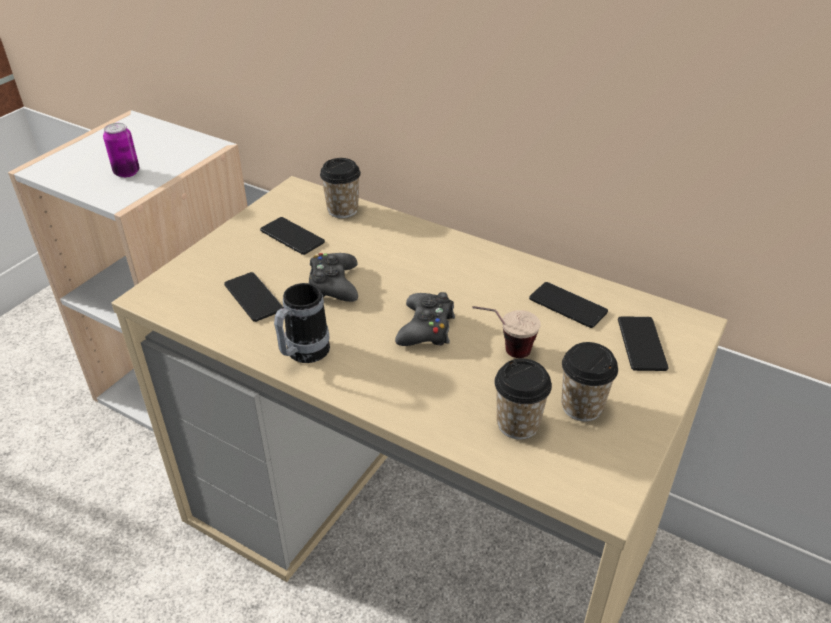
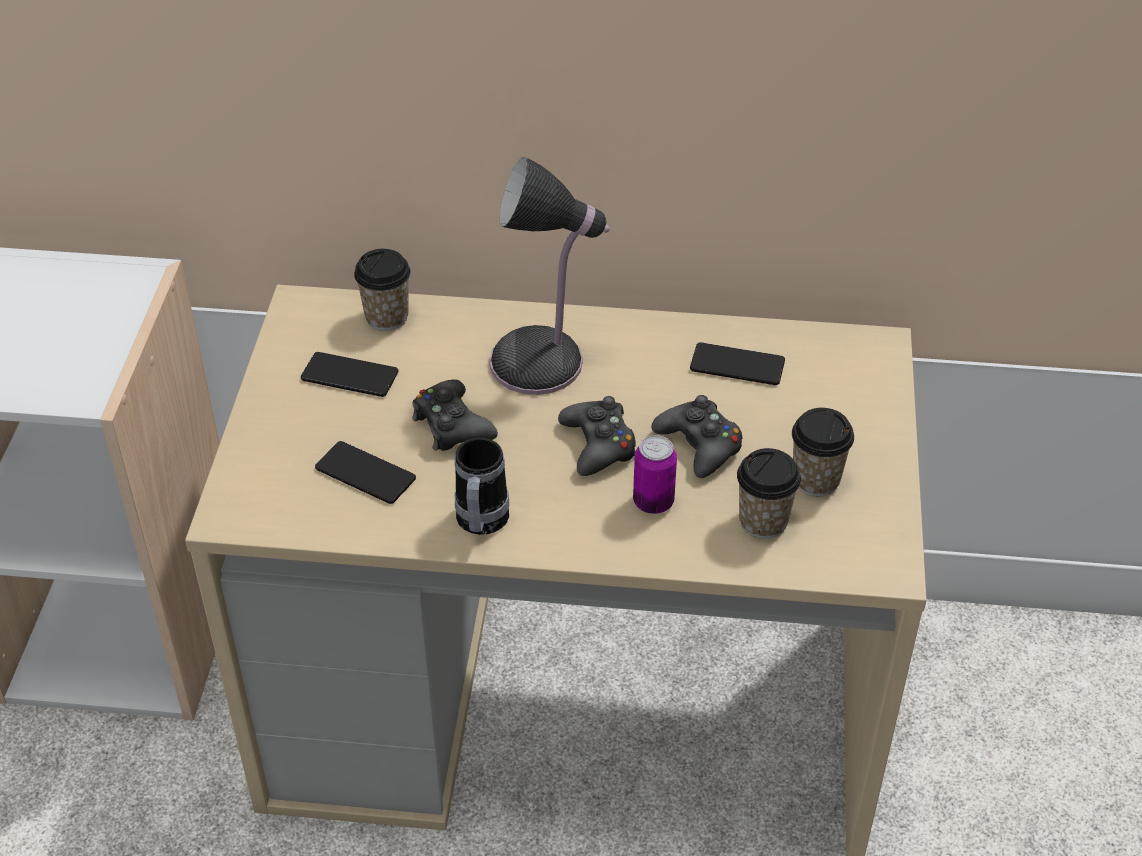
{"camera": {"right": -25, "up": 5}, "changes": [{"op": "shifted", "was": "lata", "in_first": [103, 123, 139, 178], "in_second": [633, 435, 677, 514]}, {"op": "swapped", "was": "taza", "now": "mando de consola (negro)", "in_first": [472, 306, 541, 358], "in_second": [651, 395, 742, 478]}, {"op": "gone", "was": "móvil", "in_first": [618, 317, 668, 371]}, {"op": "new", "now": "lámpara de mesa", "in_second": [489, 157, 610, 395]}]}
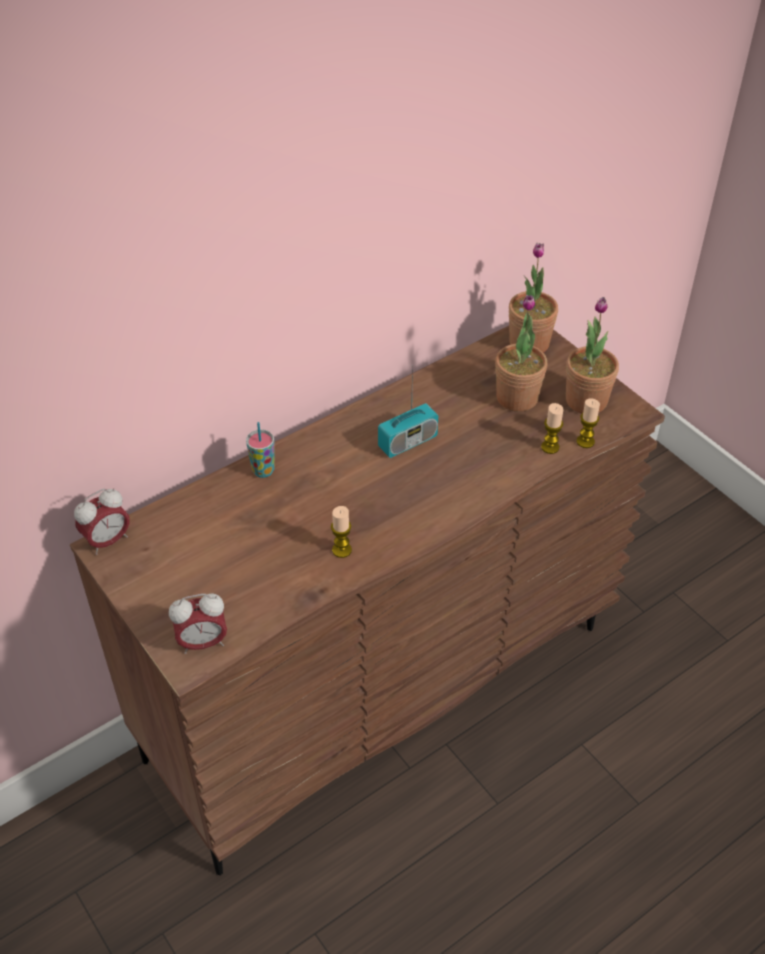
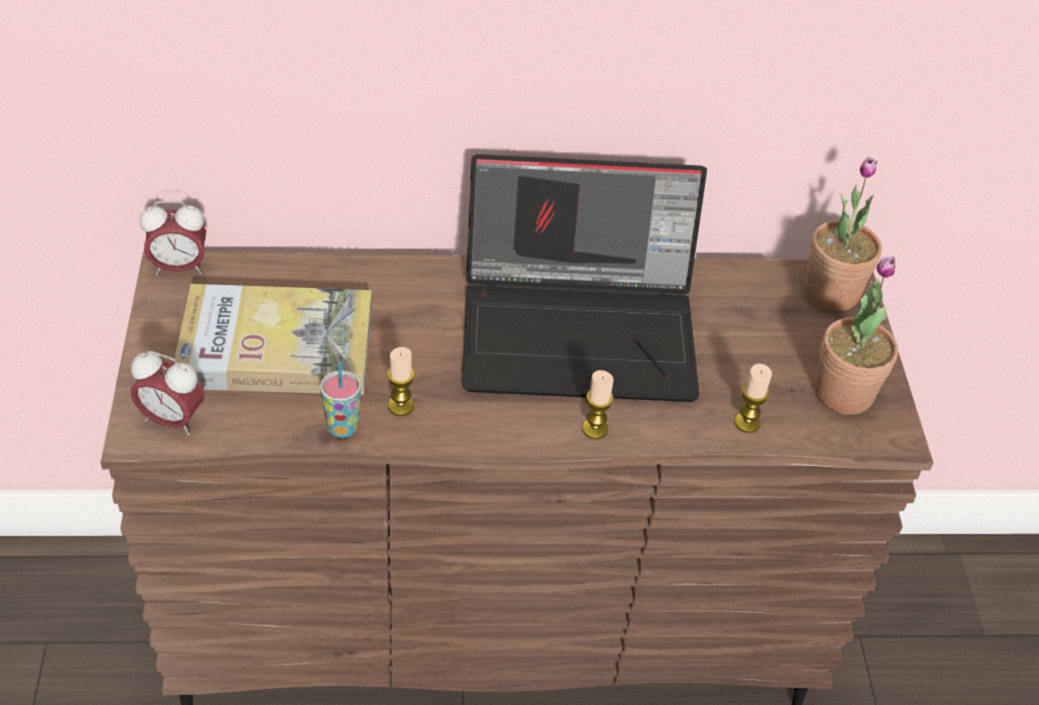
{"camera": {"right": 30, "up": 0}, "changes": [{"op": "gone", "was": "planta en maceta", "in_first": [495, 295, 547, 412]}, {"op": "swapped", "was": "radio", "now": "portátil", "in_first": [378, 366, 438, 458], "in_second": [462, 154, 707, 402]}, {"op": "shifted", "was": "vela", "in_first": [577, 398, 600, 448], "in_second": [582, 370, 614, 439]}, {"op": "shifted", "was": "taza", "in_first": [246, 422, 275, 478], "in_second": [320, 362, 361, 438]}, {"op": "new", "now": "libro", "in_second": [174, 284, 372, 395]}]}
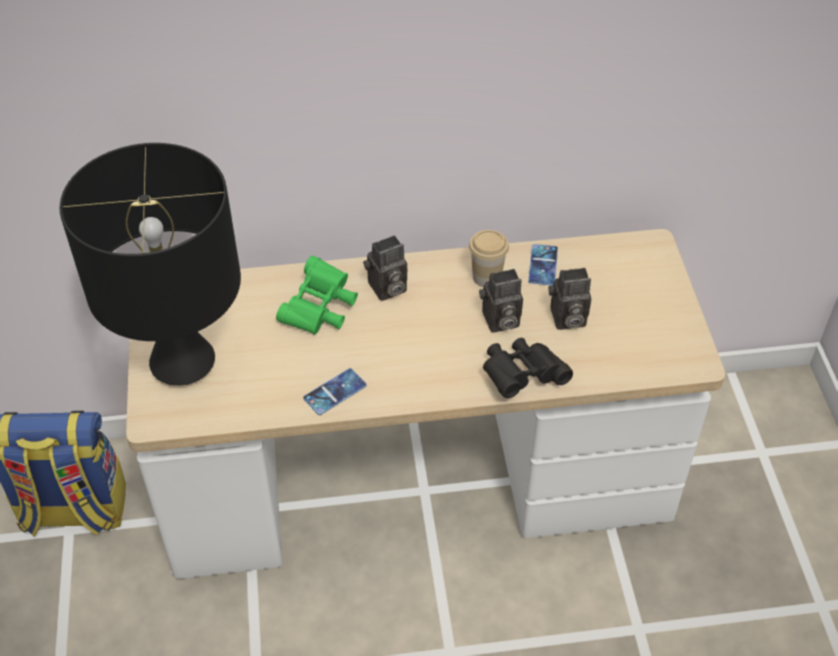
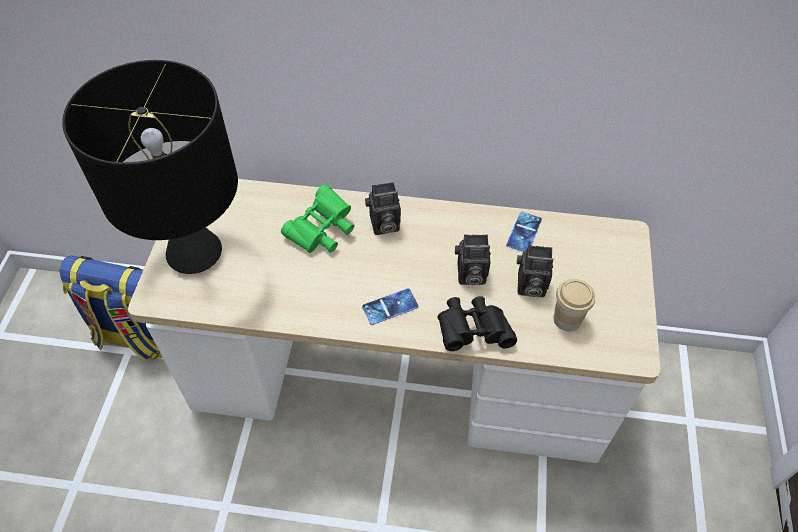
{"camera": {"right": 15, "up": 5}, "changes": [{"op": "shifted", "was": "taza", "in_first": [469, 230, 509, 287], "in_second": [554, 279, 595, 332]}, {"op": "shifted", "was": "móvil", "in_first": [303, 368, 367, 415], "in_second": [362, 288, 419, 325]}]}
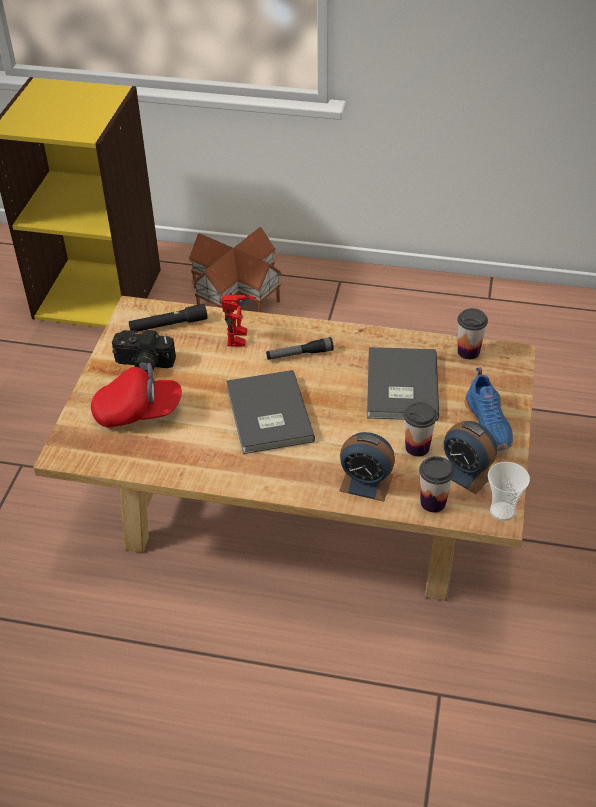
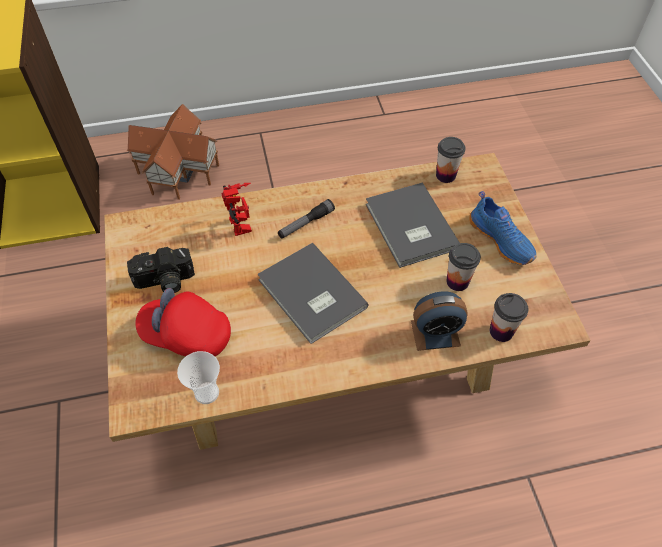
{"camera": {"right": -25, "up": 10}, "changes": [{"op": "gone", "was": "linterna (negro)", "in_first": [129, 304, 208, 331]}, {"op": "rotated", "was": "gorra (rojo)", "in_first": [91, 363, 182, 428], "in_second": [135, 288, 231, 356], "clockwise": -135}, {"op": "gone", "was": "despertador", "in_first": [444, 421, 497, 494]}, {"op": "shifted", "was": "taza", "in_first": [488, 462, 530, 521], "in_second": [177, 351, 220, 404]}]}
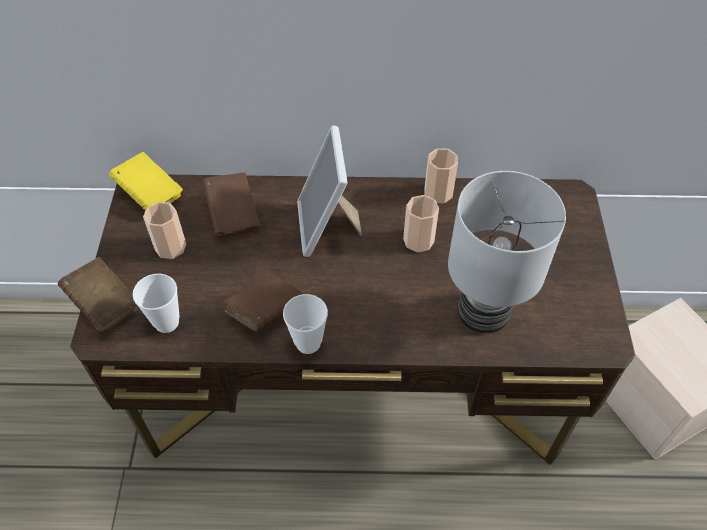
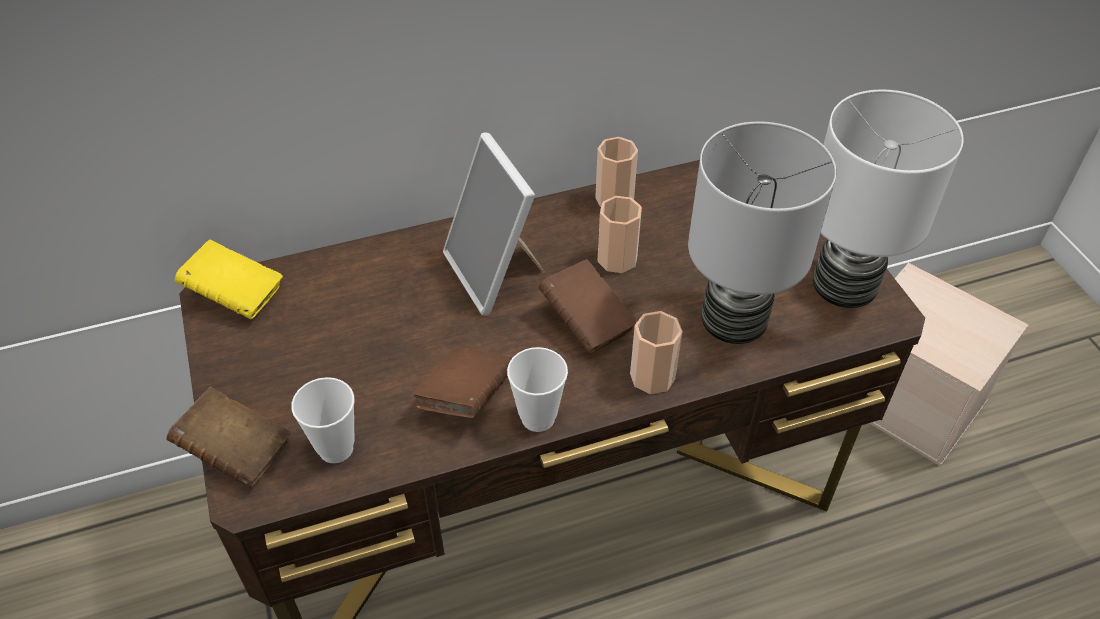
{"camera": {"right": -20, "up": -5}, "changes": [{"op": "shifted", "was": "libro (marrón)", "in_first": [202, 172, 260, 236], "in_second": [538, 259, 637, 354]}, {"op": "shifted", "was": "taza", "in_first": [143, 202, 186, 259], "in_second": [630, 311, 682, 394]}, {"op": "new", "now": "lámpara de mesa (blanco)", "in_second": [813, 90, 964, 308]}]}
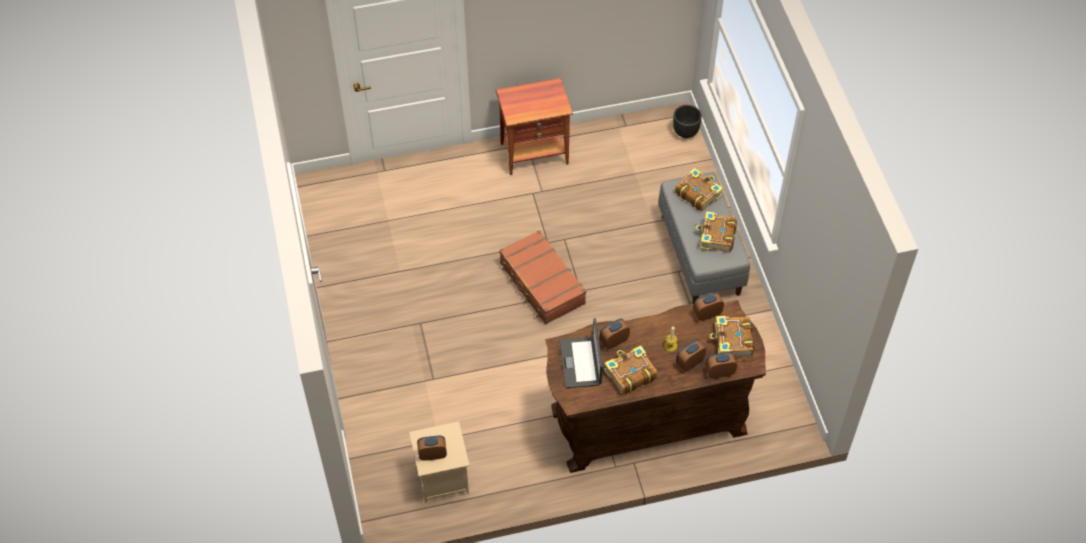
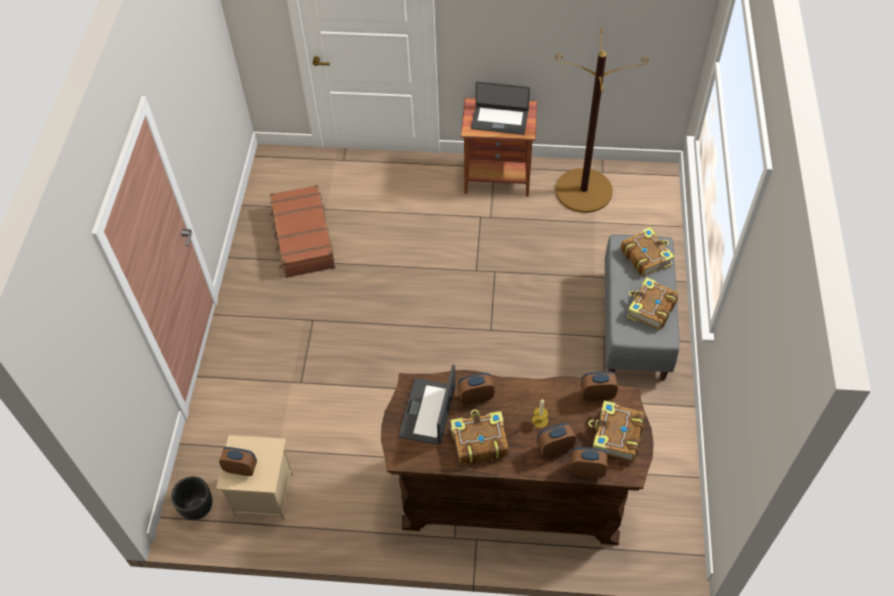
{"camera": {"right": 20, "up": 0}, "changes": [{"op": "shifted", "was": "maceta (negro)", "in_first": [673, 105, 702, 138], "in_second": [171, 477, 213, 520]}, {"op": "shifted", "was": "maleta (marrón)", "in_first": [499, 230, 586, 324], "in_second": [270, 185, 335, 278]}, {"op": "new", "now": "perchero (marrón)", "in_second": [555, 27, 649, 213]}, {"op": "new", "now": "portátil", "in_second": [471, 81, 530, 135]}]}
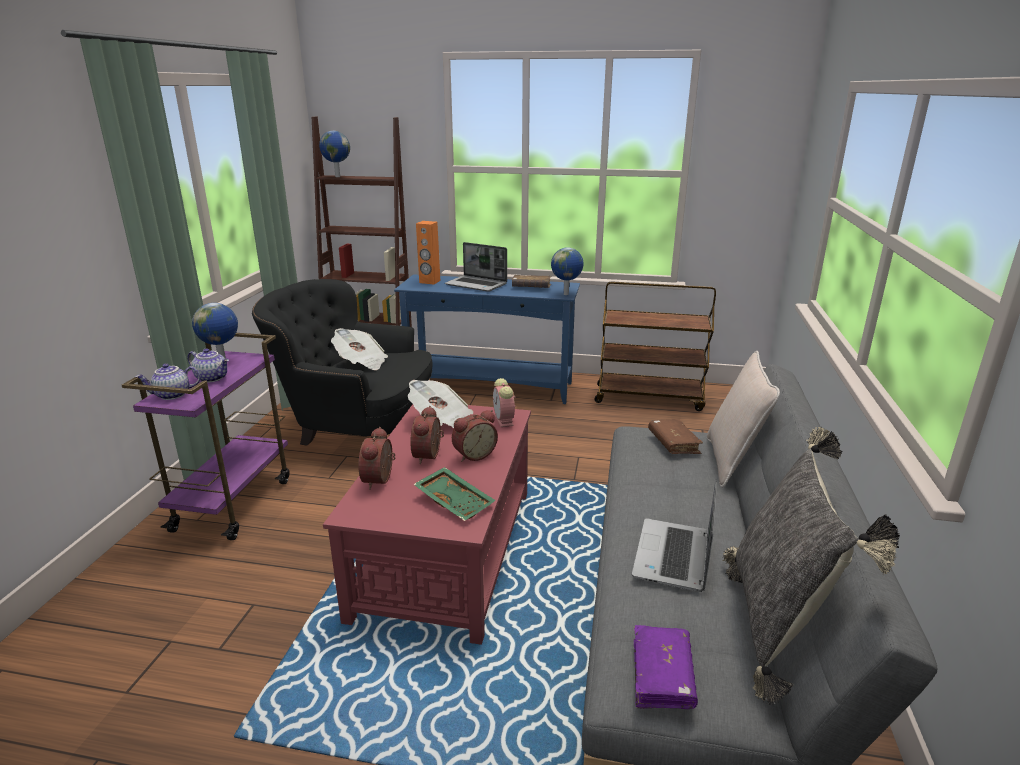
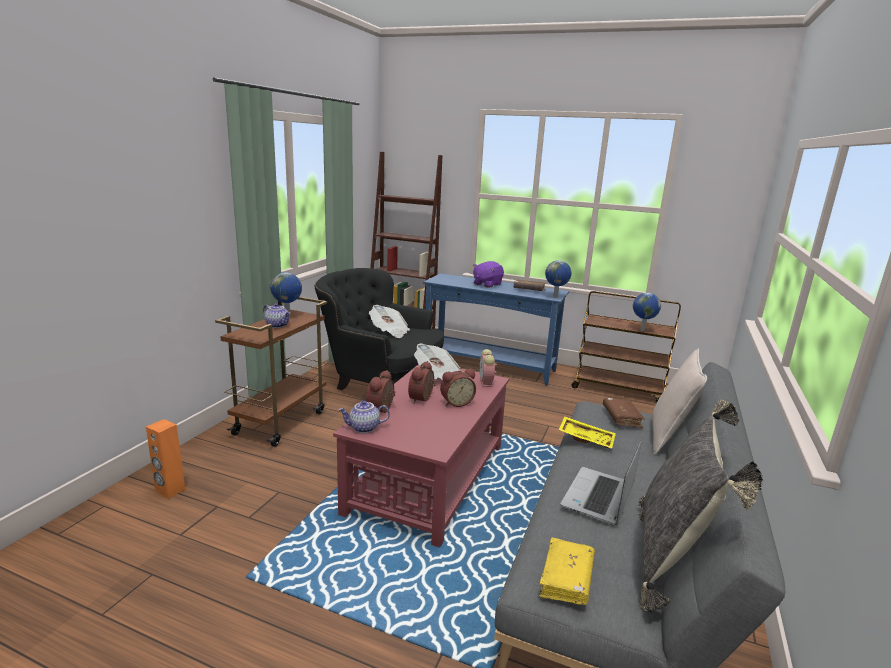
{"camera": {"right": 10, "up": -5}, "changes": [{"op": "shifted", "was": "globo terráqueo", "in_first": [319, 131, 350, 177], "in_second": [633, 293, 661, 331]}, {"op": "shifted", "was": "altavoz (naranja)", "in_first": [416, 221, 440, 284], "in_second": [146, 419, 185, 499]}, {"op": "swapped", "was": "portátil", "now": "peluche (morado)", "in_first": [445, 242, 507, 292], "in_second": [473, 261, 504, 288]}, {"op": "repainted", "was": "carrito (morado)", "now": "carrito (marrón)", "in_first": [122, 333, 290, 540], "in_second": [215, 297, 327, 447]}, {"op": "shifted", "was": "tetera", "in_first": [135, 364, 201, 400], "in_second": [338, 401, 390, 433]}, {"op": "gone", "was": "bandeja (verde)", "in_first": [413, 467, 496, 521]}, {"op": "repainted", "was": "libro (morado)", "now": "libro (amarillo)", "in_first": [634, 625, 698, 709], "in_second": [539, 538, 595, 605]}, {"op": "new", "now": "bandeja (amarillo)", "in_second": [559, 416, 616, 449]}]}
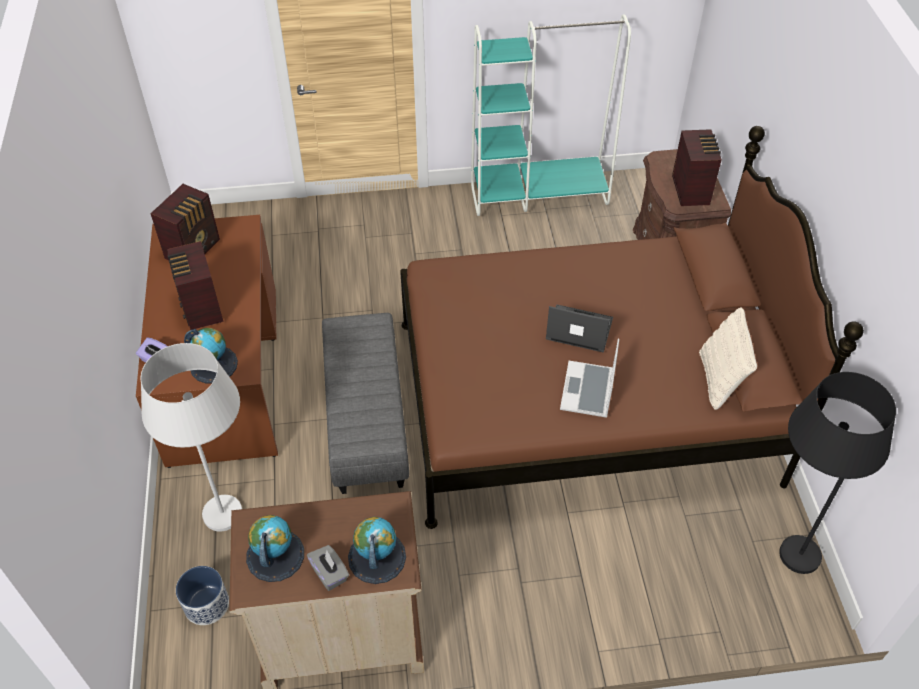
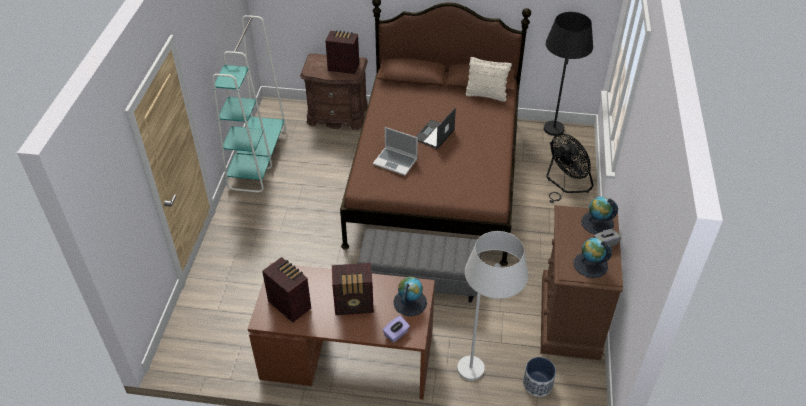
{"camera": {"right": -75, "up": -5}, "changes": [{"op": "shifted", "was": "portátil", "in_first": [560, 339, 619, 418], "in_second": [373, 127, 418, 176]}, {"op": "new", "now": "ventilador (negro)", "in_second": [546, 134, 594, 203]}]}
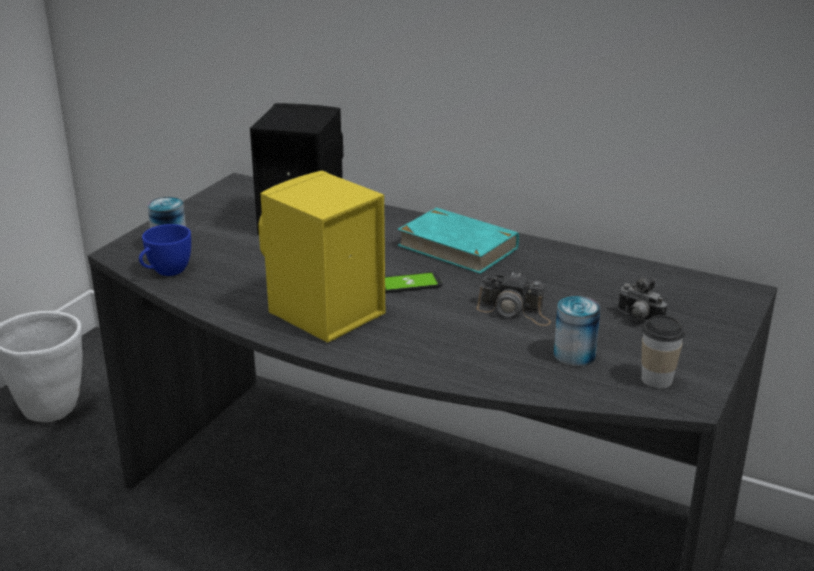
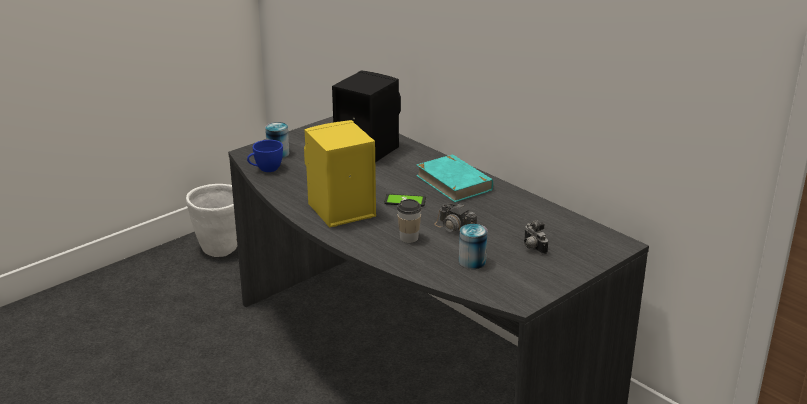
{"camera": {"right": 20, "up": 0}, "changes": [{"op": "shifted", "was": "taza", "in_first": [642, 315, 685, 388], "in_second": [397, 199, 422, 243]}]}
